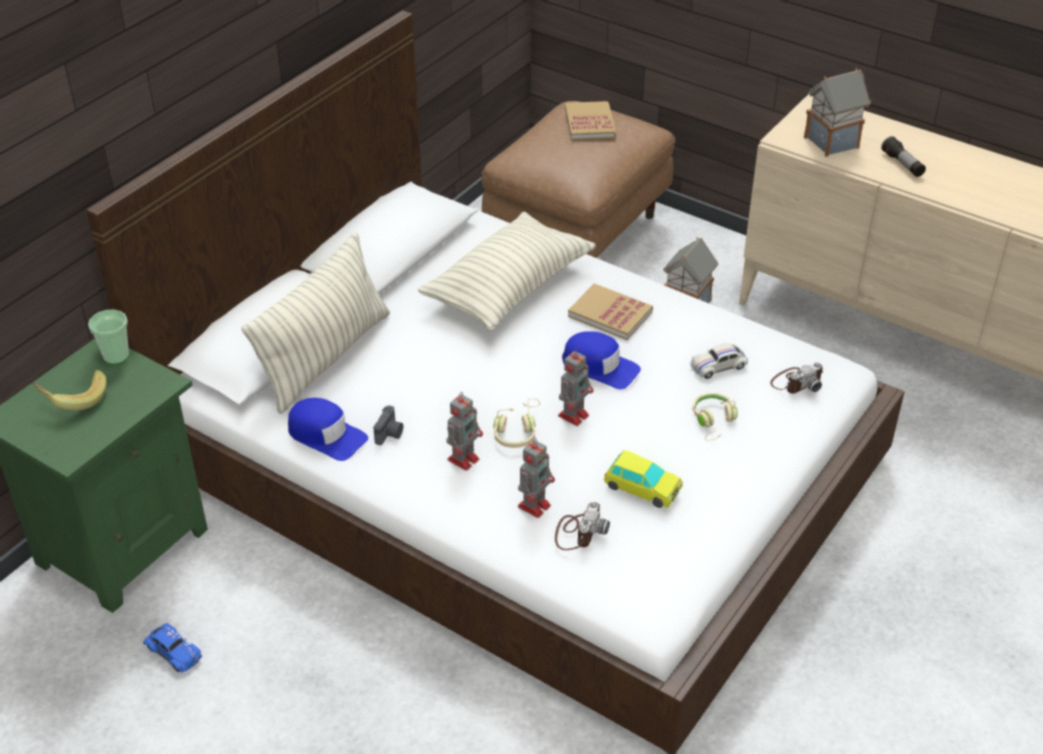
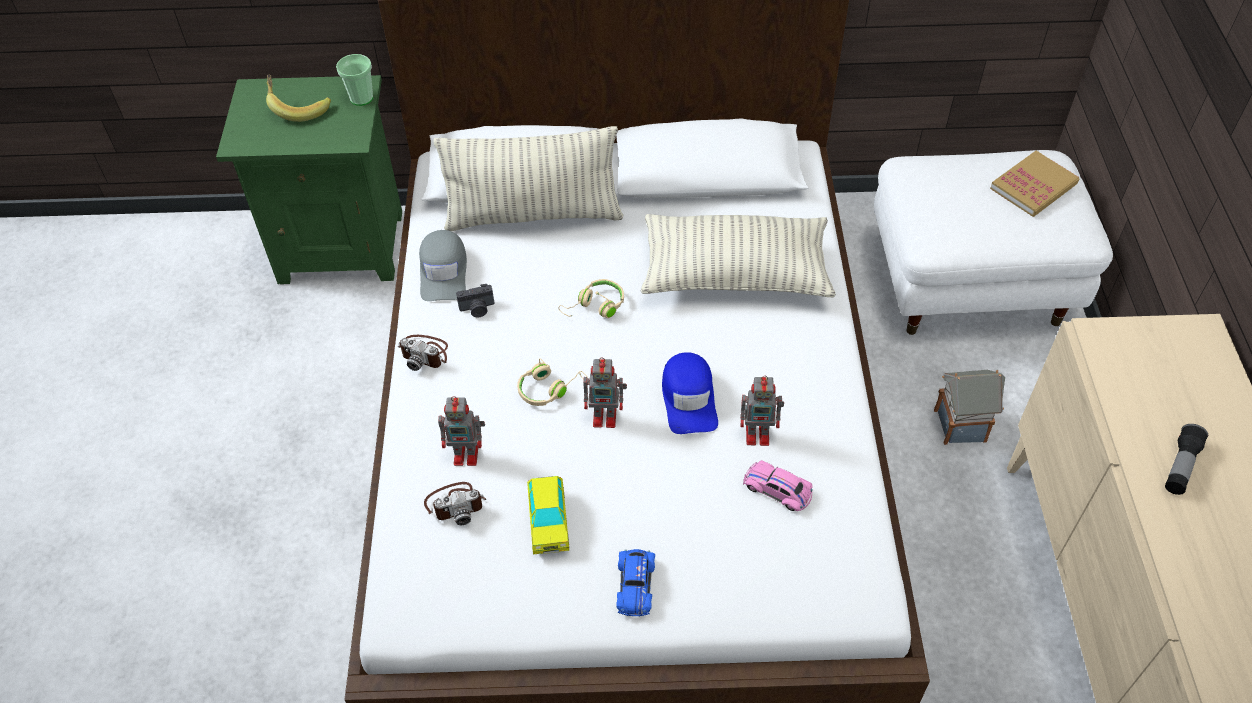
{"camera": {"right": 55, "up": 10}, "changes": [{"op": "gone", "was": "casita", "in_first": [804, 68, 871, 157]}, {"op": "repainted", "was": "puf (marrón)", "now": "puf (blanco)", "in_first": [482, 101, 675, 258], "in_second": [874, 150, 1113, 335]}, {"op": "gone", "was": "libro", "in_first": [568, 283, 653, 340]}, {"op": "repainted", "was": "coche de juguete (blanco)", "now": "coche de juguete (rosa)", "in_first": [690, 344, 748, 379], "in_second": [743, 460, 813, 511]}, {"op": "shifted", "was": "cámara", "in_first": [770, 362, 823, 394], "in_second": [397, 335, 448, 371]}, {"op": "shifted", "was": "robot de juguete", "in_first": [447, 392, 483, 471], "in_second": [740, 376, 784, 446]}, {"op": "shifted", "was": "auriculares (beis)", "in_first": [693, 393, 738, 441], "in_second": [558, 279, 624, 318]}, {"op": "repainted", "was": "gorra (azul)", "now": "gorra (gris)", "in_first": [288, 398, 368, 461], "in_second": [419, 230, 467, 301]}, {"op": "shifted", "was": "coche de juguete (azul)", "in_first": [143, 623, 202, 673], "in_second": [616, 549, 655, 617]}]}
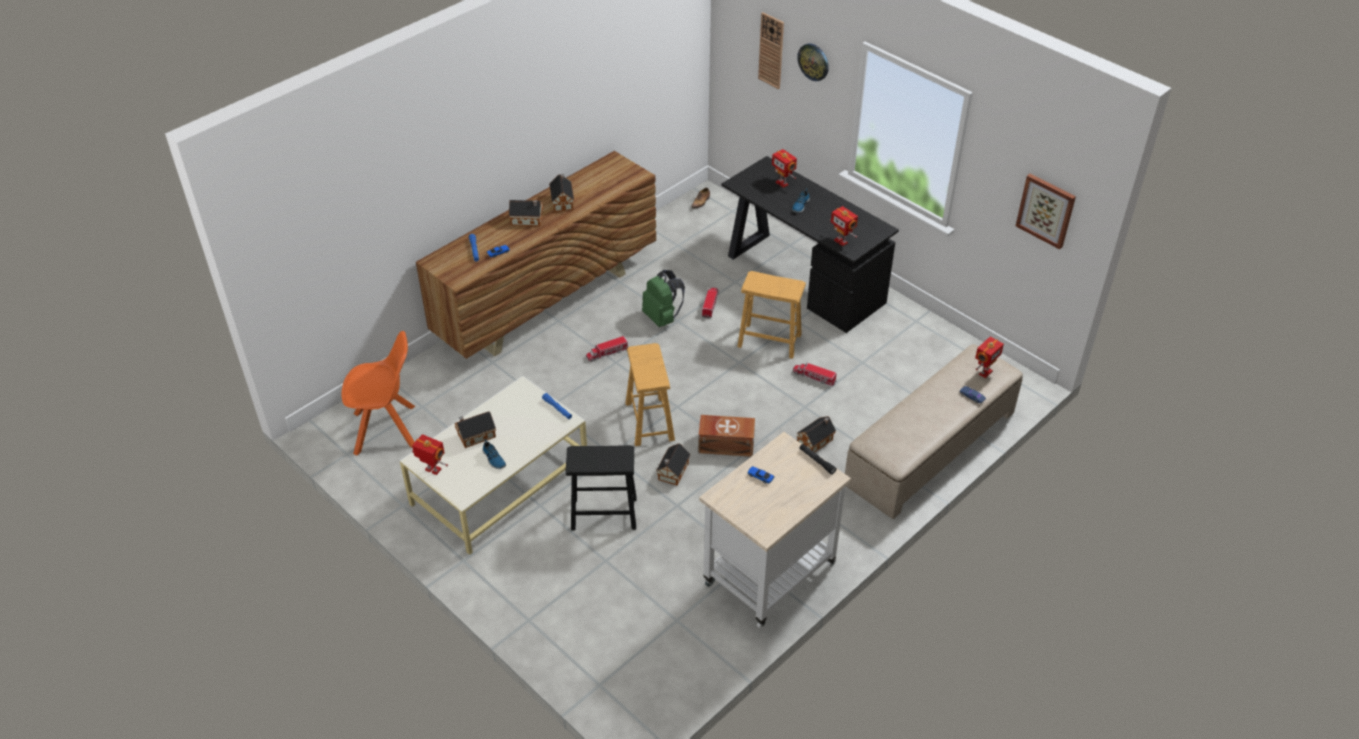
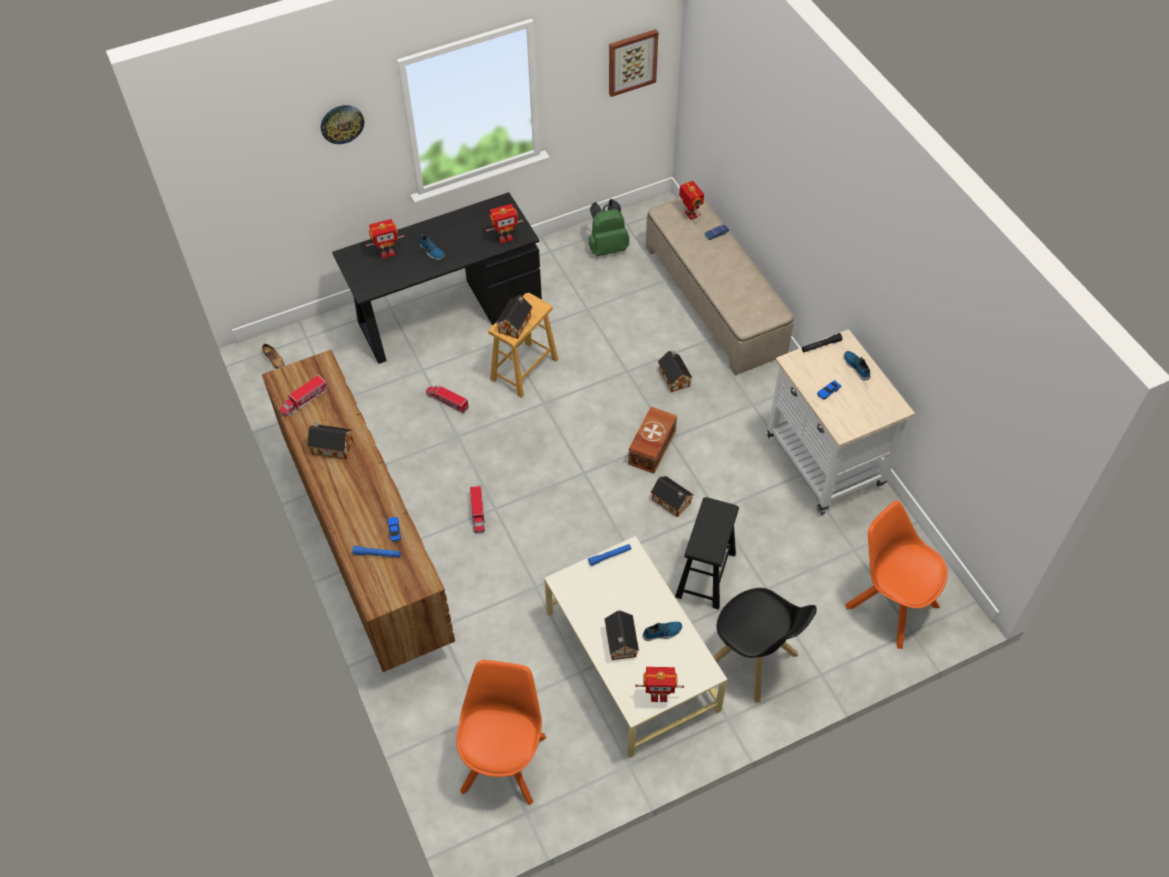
{"camera": {"right": -70, "up": 10}, "changes": [{"op": "gone", "was": "reloj de pared", "in_first": [758, 12, 784, 89]}, {"op": "shifted", "was": "casita", "in_first": [509, 200, 543, 226], "in_second": [496, 295, 532, 339]}, {"op": "shifted", "was": "mochila (verde)", "in_first": [642, 270, 685, 327], "in_second": [589, 199, 629, 256]}, {"op": "gone", "was": "taburete (marrón)", "in_first": [625, 343, 675, 446]}, {"op": "shifted", "was": "camión de juguete", "in_first": [793, 363, 837, 387], "in_second": [280, 375, 329, 416]}, {"op": "rotated", "was": "robot de juguete", "in_first": [412, 434, 448, 475], "in_second": [635, 667, 684, 702], "clockwise": -135}, {"op": "new", "now": "zapato", "in_second": [844, 351, 871, 381]}, {"op": "new", "now": "silla (naranja)", "in_second": [845, 501, 948, 649]}, {"op": "new", "now": "silla (negro)", "in_second": [713, 588, 817, 703]}]}
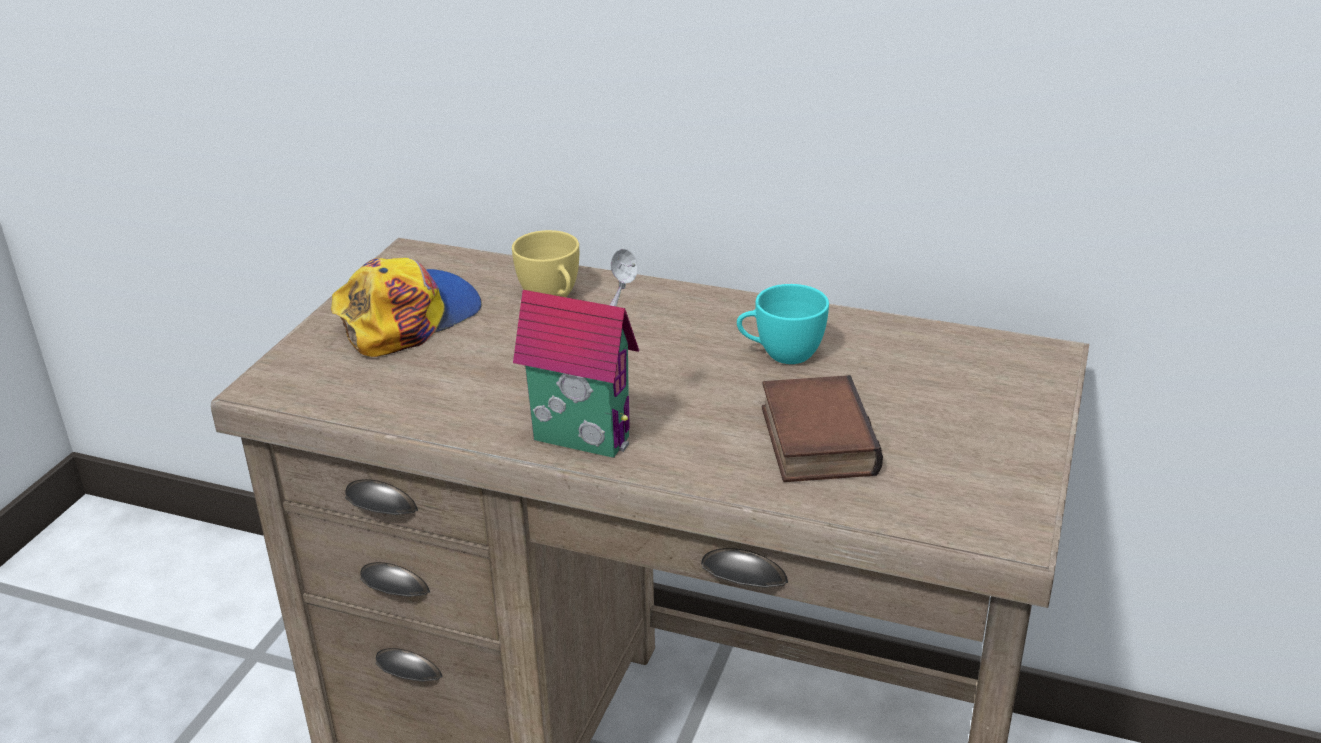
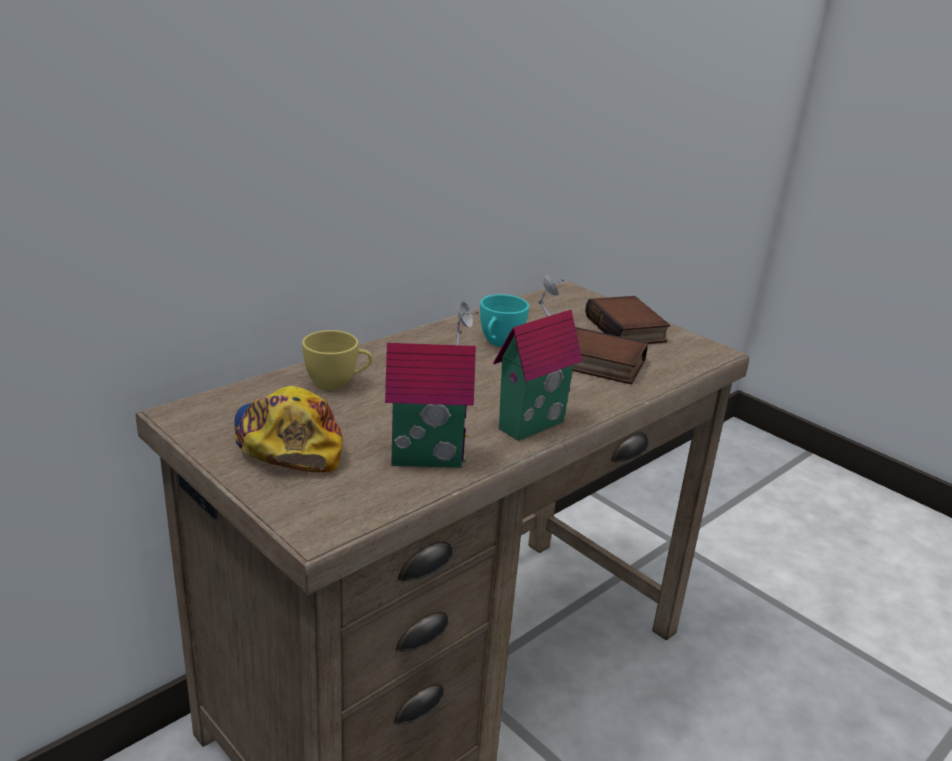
{"camera": {"right": -65, "up": -5}, "changes": [{"op": "new", "now": "libro", "in_second": [585, 296, 670, 344]}, {"op": "new", "now": "casita", "in_second": [385, 302, 479, 468]}]}
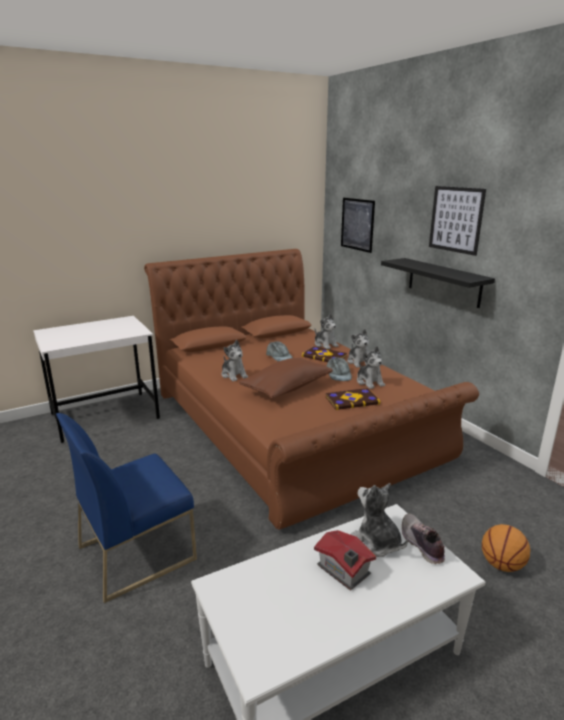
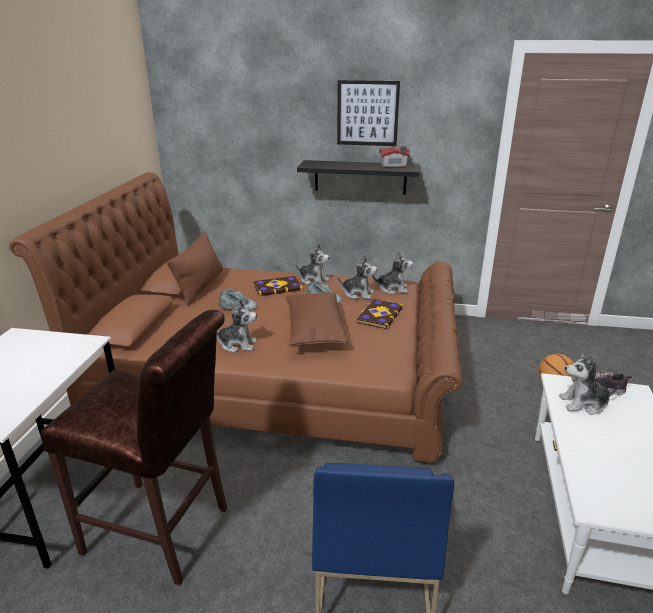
{"camera": {"right": -50, "up": 5}, "changes": [{"op": "gone", "was": "cuadro", "in_first": [341, 198, 375, 253]}, {"op": "shifted", "was": "peluche", "in_first": [315, 314, 339, 349], "in_second": [372, 250, 413, 294]}, {"op": "shifted", "was": "casita", "in_first": [314, 530, 376, 591], "in_second": [379, 146, 410, 168]}, {"op": "new", "now": "cojín (marrón)", "in_second": [167, 231, 223, 306]}, {"op": "new", "now": "taburete (marrón)", "in_second": [40, 310, 227, 585]}]}
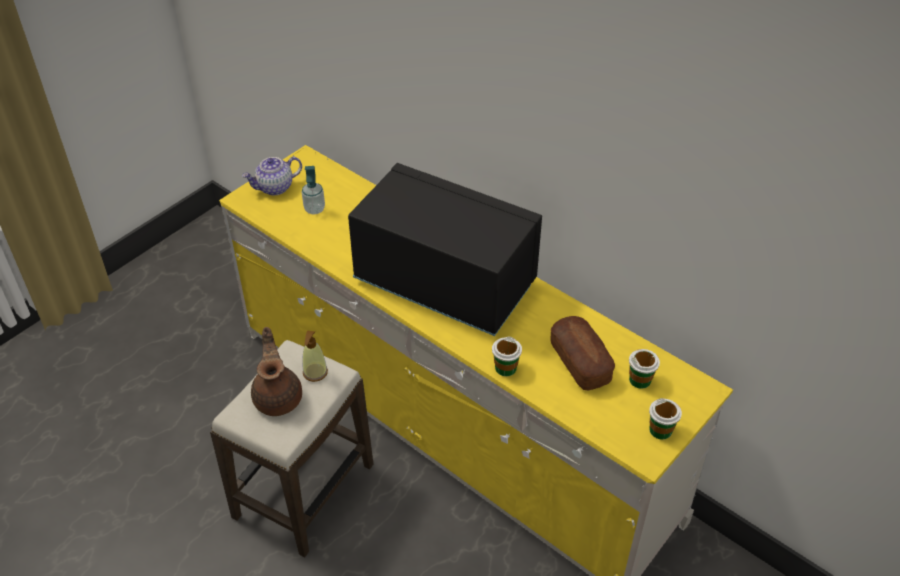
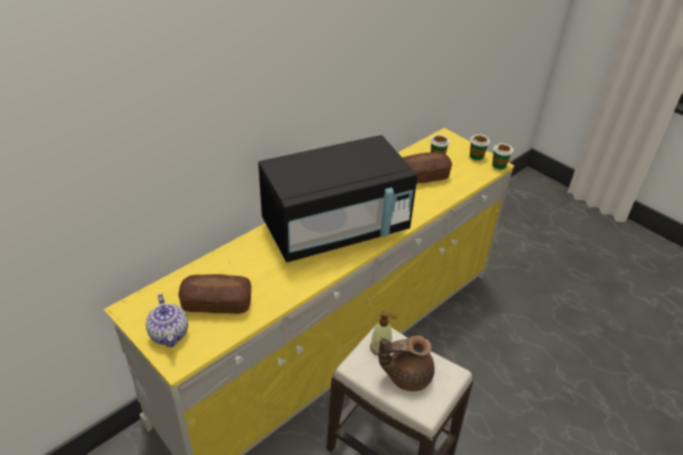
{"camera": {"right": -85, "up": -5}, "changes": [{"op": "rotated", "was": "microondas (negro)", "in_first": [348, 163, 542, 336], "in_second": [258, 135, 418, 262], "clockwise": -150}, {"op": "swapped", "was": "dispensador de jabón", "now": "pan", "in_first": [302, 166, 325, 214], "in_second": [178, 274, 251, 314]}, {"op": "shifted", "was": "taza", "in_first": [492, 337, 522, 376], "in_second": [492, 143, 513, 170]}]}
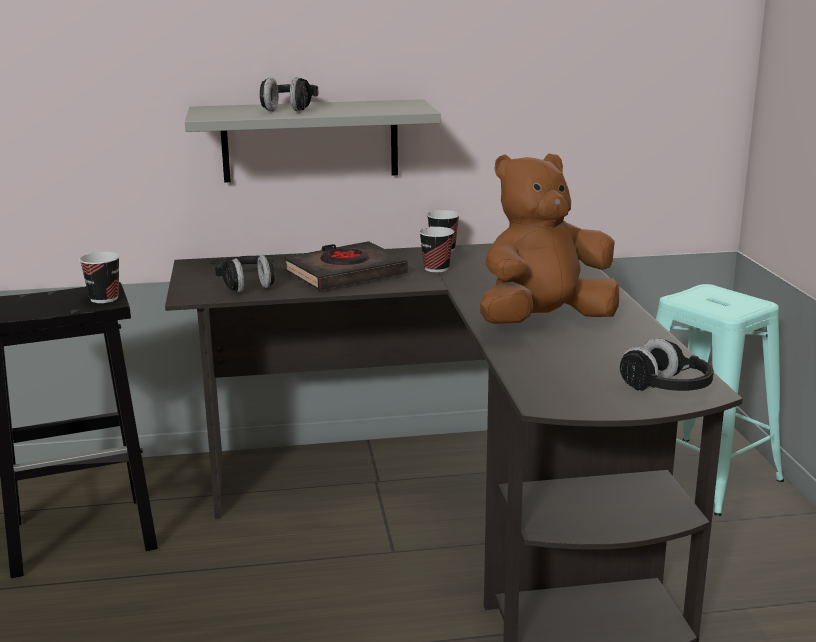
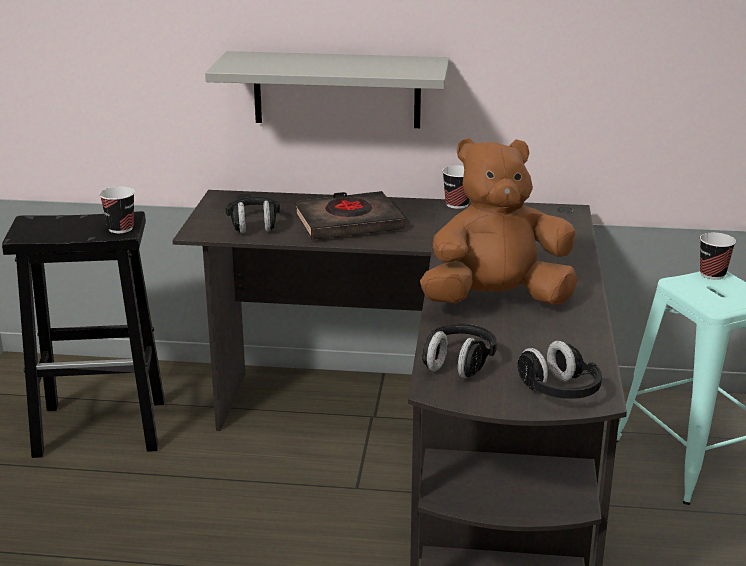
{"camera": {"right": 15, "up": 5}, "changes": [{"op": "shifted", "was": "auriculares (negro)", "in_first": [260, 77, 319, 112], "in_second": [422, 324, 497, 379]}, {"op": "shifted", "was": "taza", "in_first": [419, 227, 454, 272], "in_second": [700, 233, 736, 280]}]}
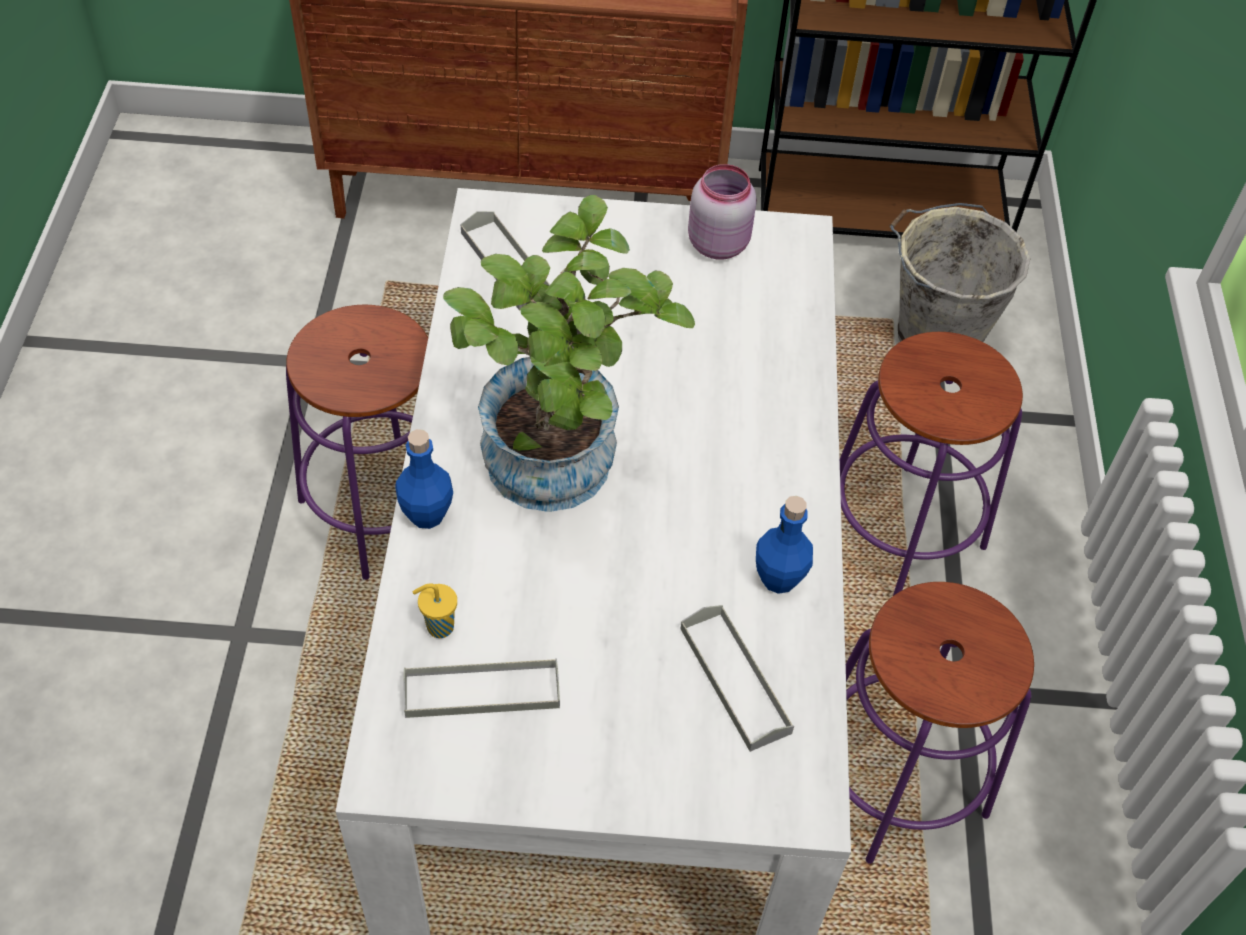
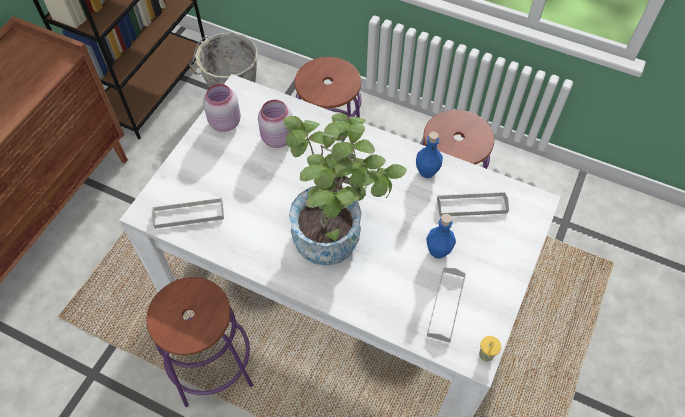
{"camera": {"right": -65, "up": 5}, "changes": [{"op": "shifted", "was": "botella (azul)", "in_first": [395, 429, 453, 529], "in_second": [426, 214, 456, 259]}, {"op": "shifted", "was": "taza (amarillo)", "in_first": [413, 584, 457, 638], "in_second": [479, 336, 501, 362]}, {"op": "new", "now": "tarro (rosa)", "in_second": [258, 100, 292, 148]}]}
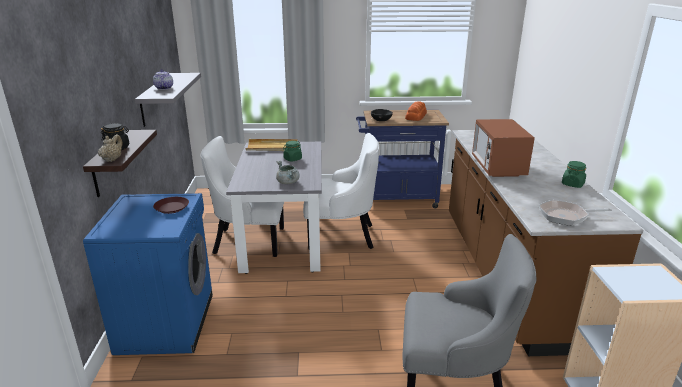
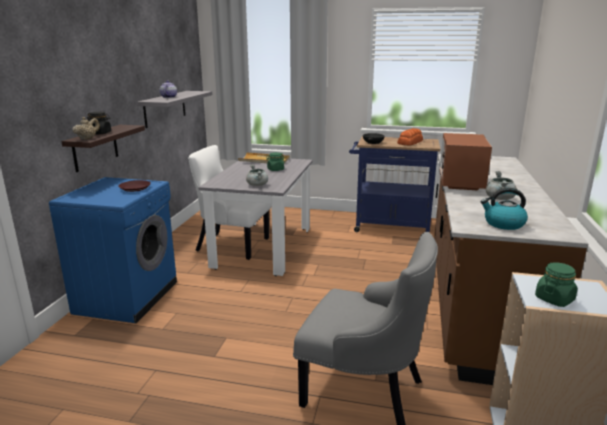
{"camera": {"right": 15, "up": -5}, "changes": [{"op": "gone", "was": "silla (blanco)", "in_first": [303, 133, 379, 250]}, {"op": "shifted", "was": "tarro (verde)", "in_first": [562, 161, 586, 188], "in_second": [535, 262, 578, 307]}, {"op": "swapped", "was": "sartén", "now": "hervidor", "in_first": [539, 200, 612, 226], "in_second": [480, 188, 528, 230]}, {"op": "new", "now": "olla (gris)", "in_second": [486, 171, 517, 200]}]}
